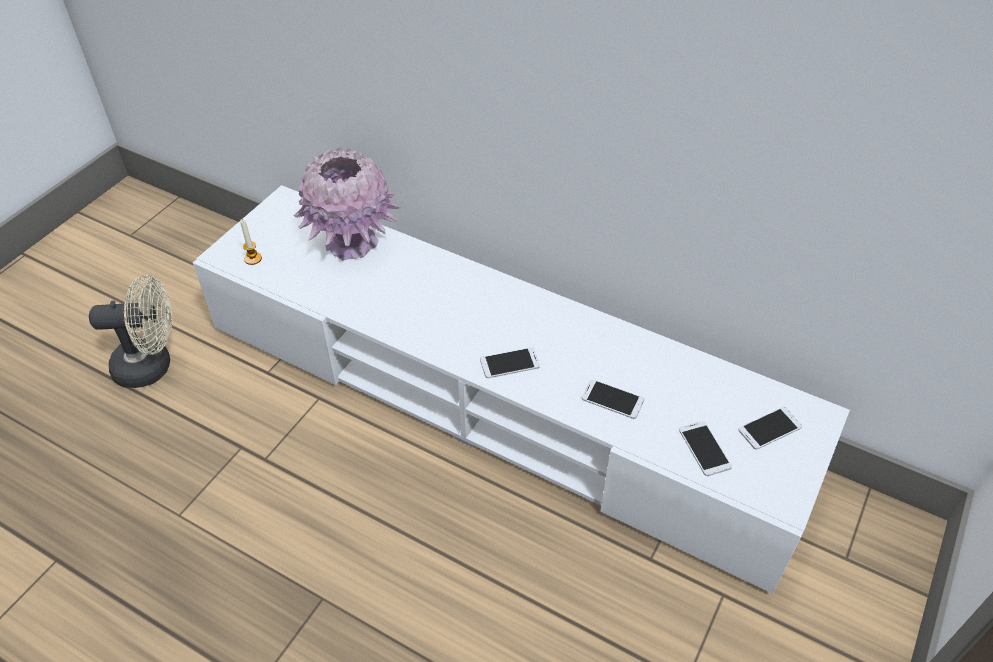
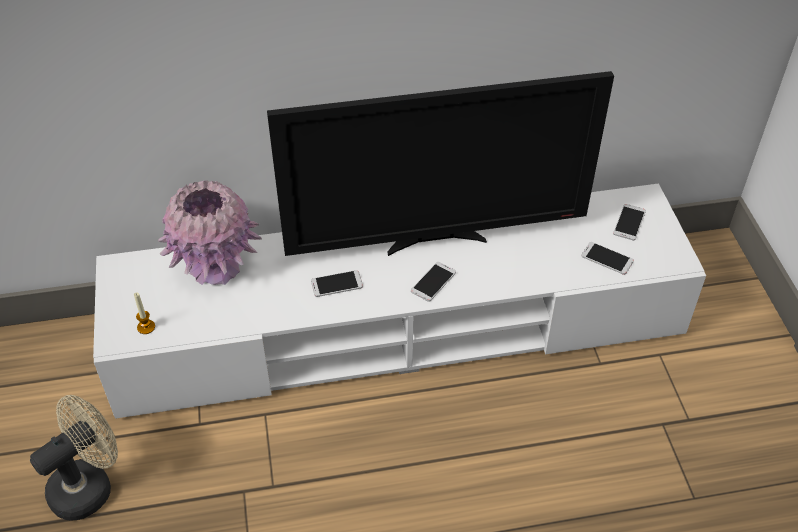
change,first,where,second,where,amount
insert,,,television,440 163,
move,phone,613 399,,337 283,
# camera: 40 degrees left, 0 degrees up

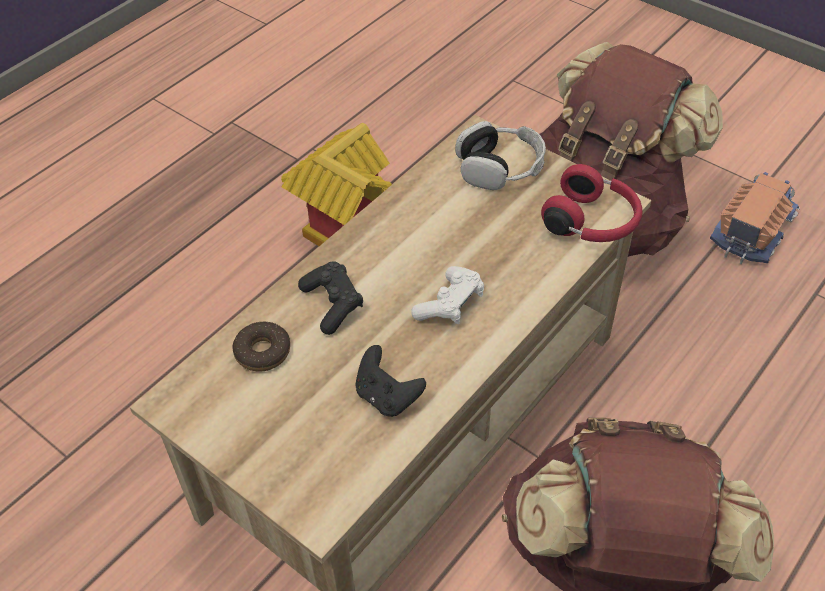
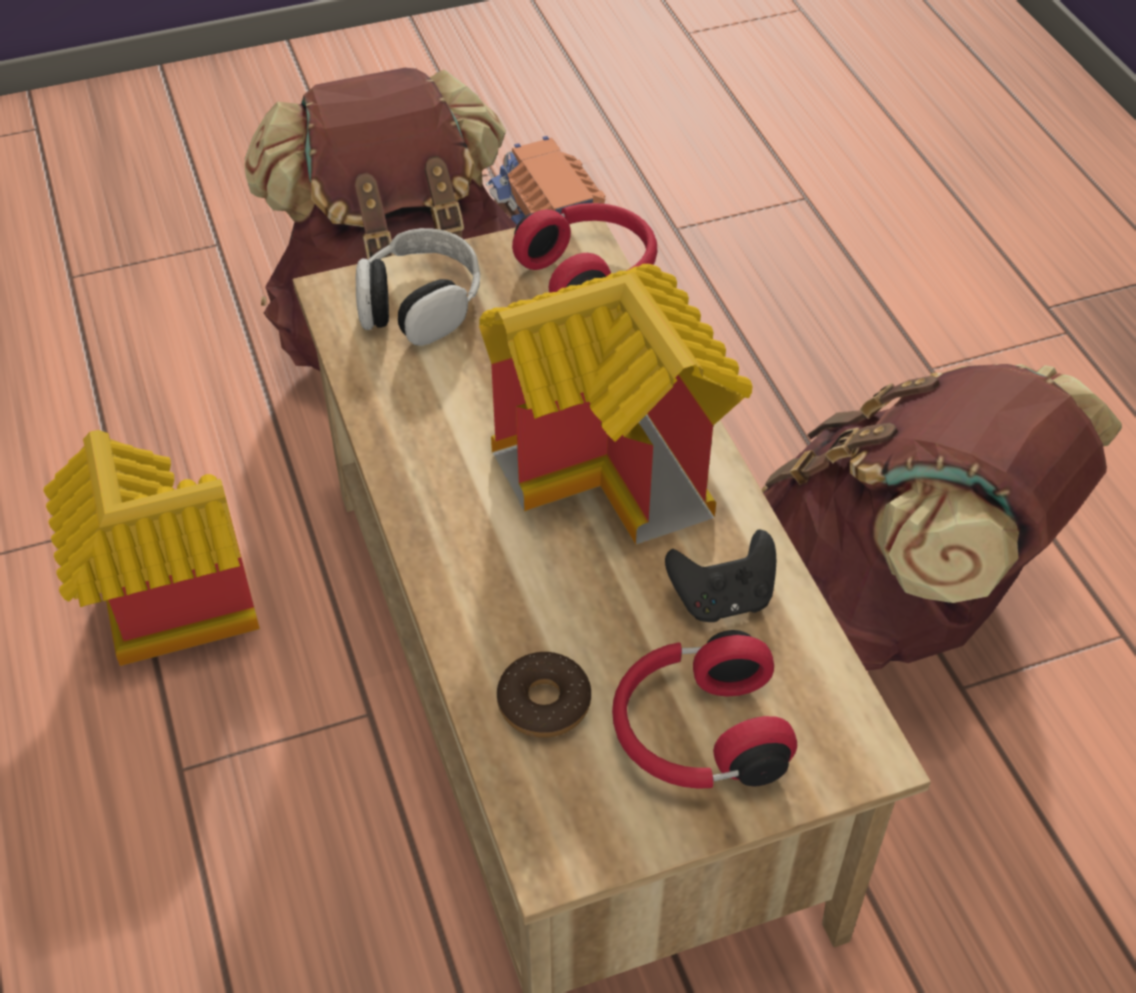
change,first,where,second,where,amount
replace,whitish game controller,447 295,toy house,615 404,
insert,,,red-coloured pair of headphones,704 709,
delete,black-coloured game controller,330 298,,,
# camera: 60 degrees left, 0 degrees up

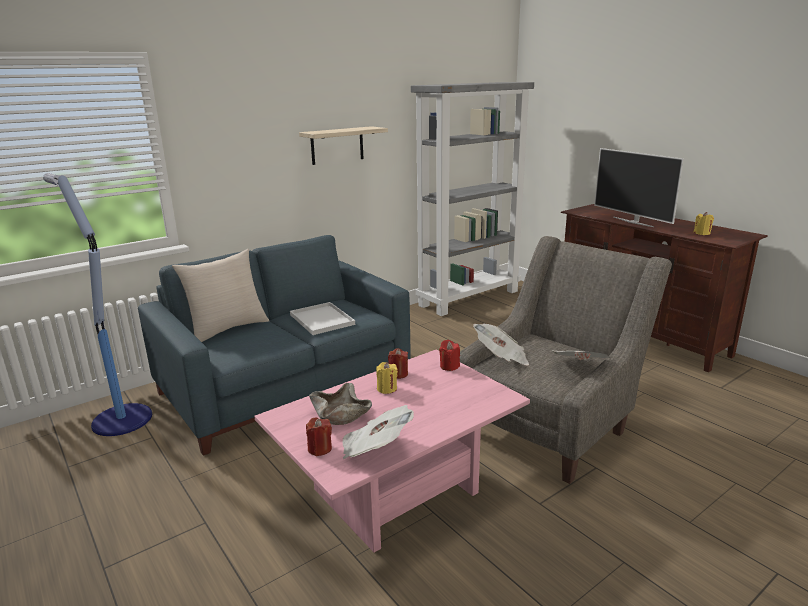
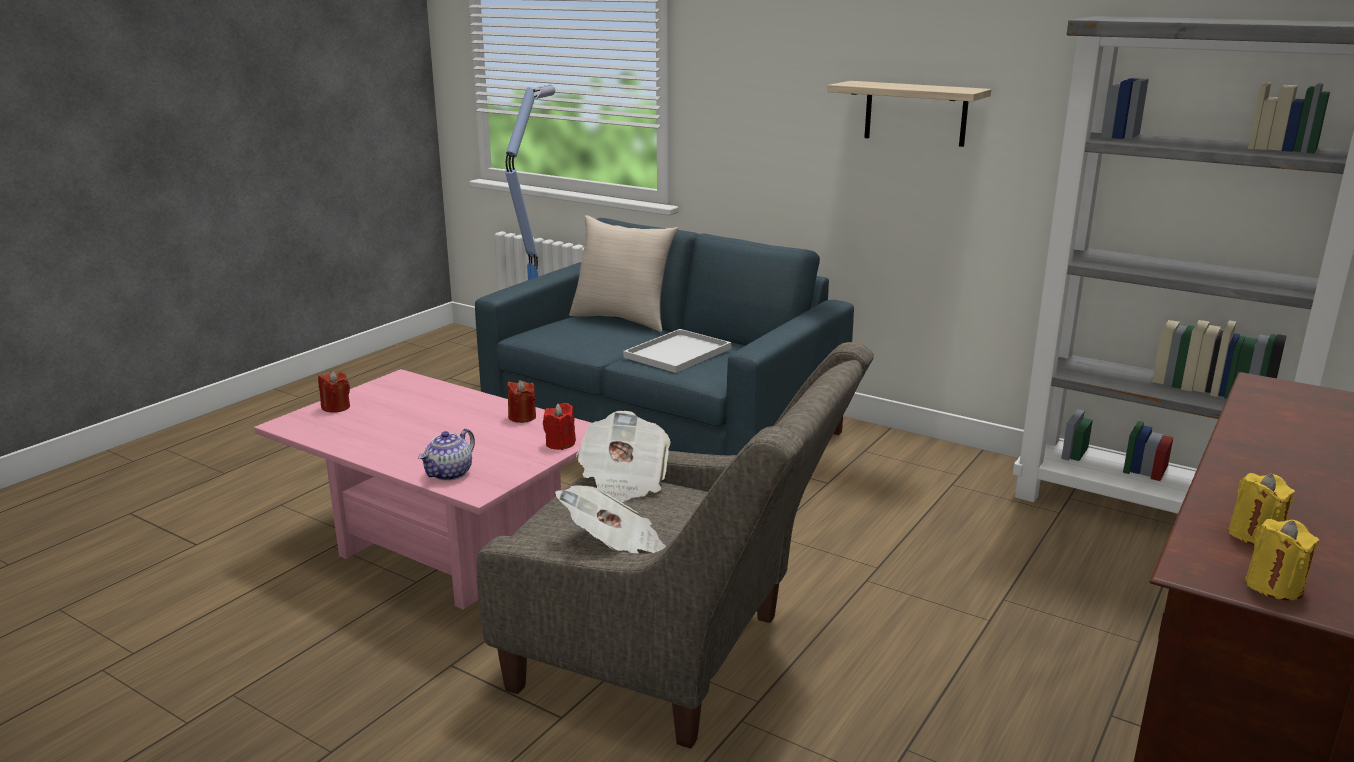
change,first,where,second,where,amount
insert,,,tea pot,446 455,
move,yellow wax candle,387 378,,1282 559,
delete,sand-coloured deep dish,340 404,,,
delete,printed paper,378 432,,,
delete,television,639 187,,,
# camera: 70 degrees right, 0 degrees up

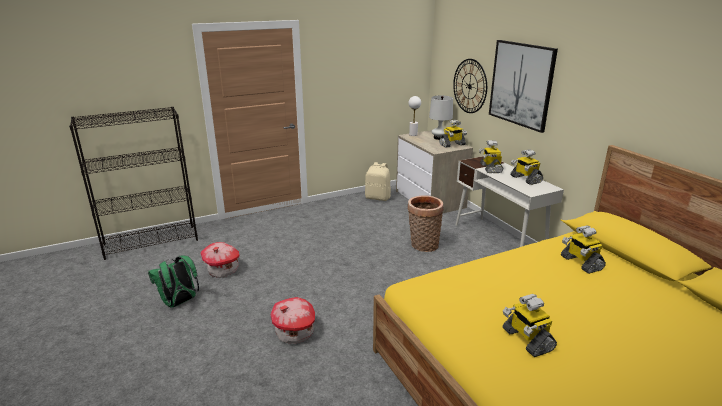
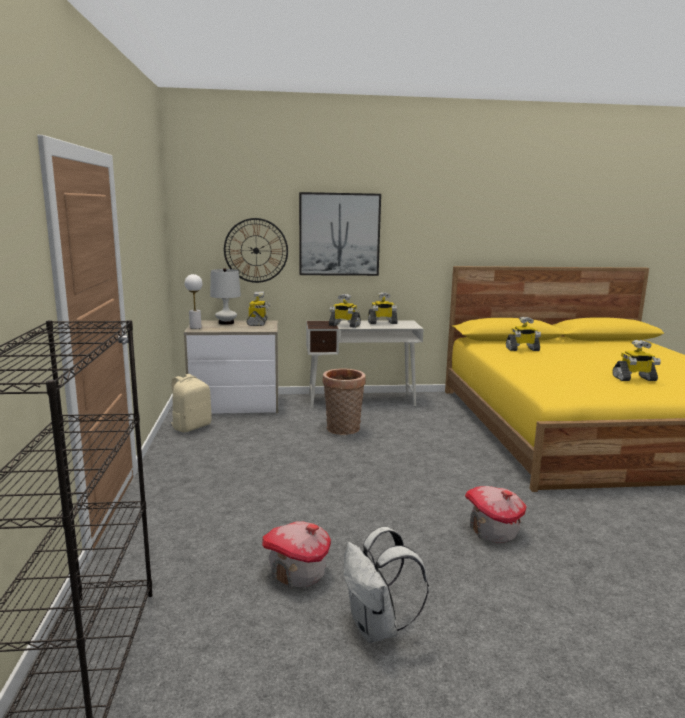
change,first,where,second,where,amount
recolor,green-coloured backpack,173 281,whitish backpack,386 585,
# camera: 70 degrees left, 10 degrees down

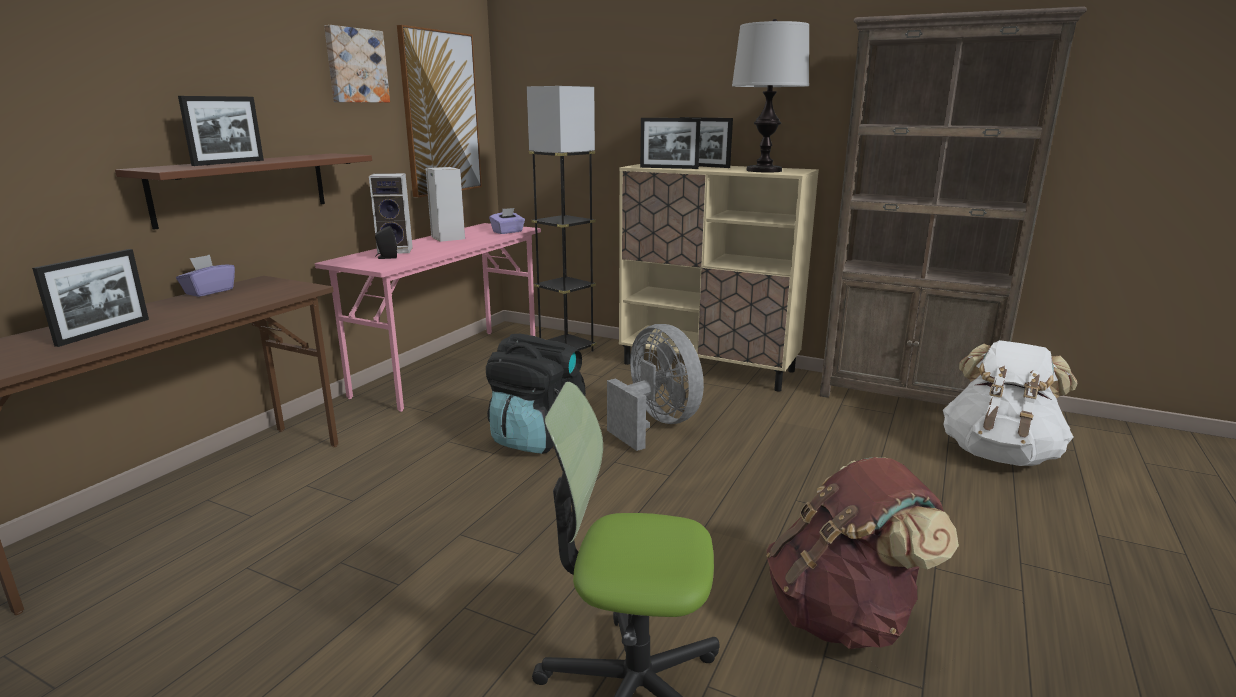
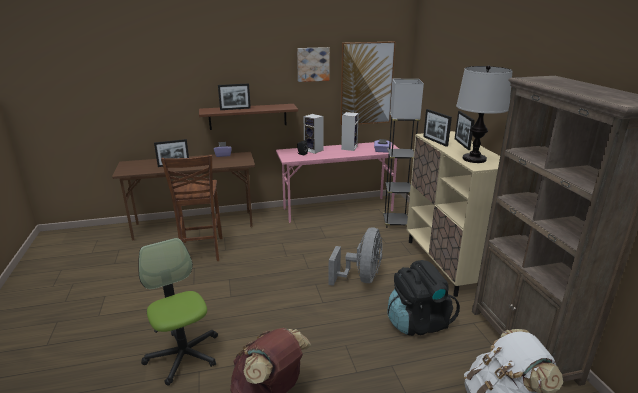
change,first,where,second,where,amount
insert,,,brownish upright chair,191 208,
move,black-coloured backpack,536 394,,423 298,
# camera: 50 degrees right, 5 degrees up

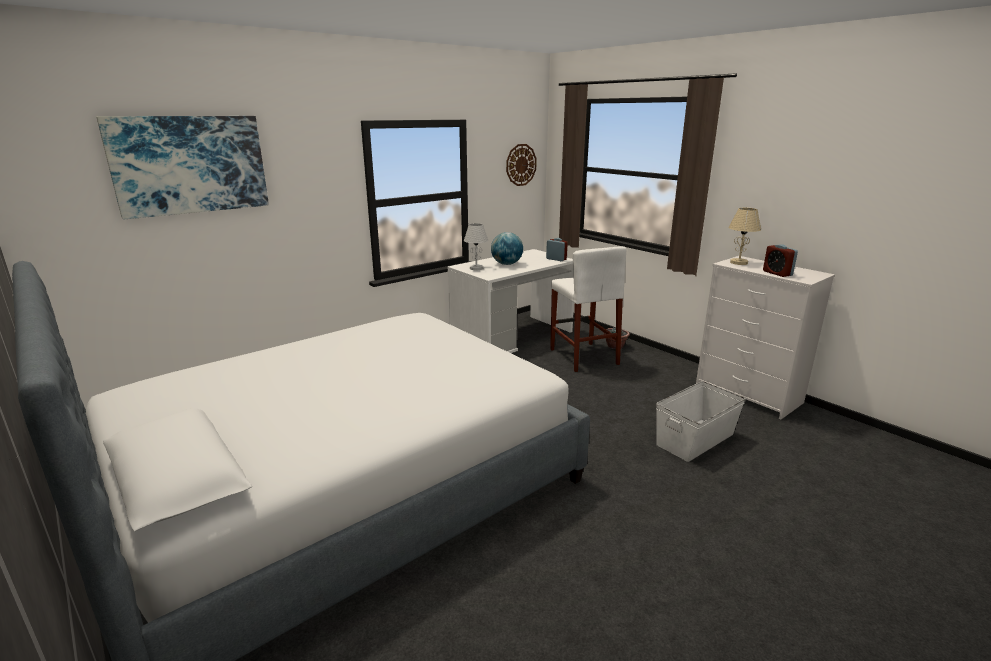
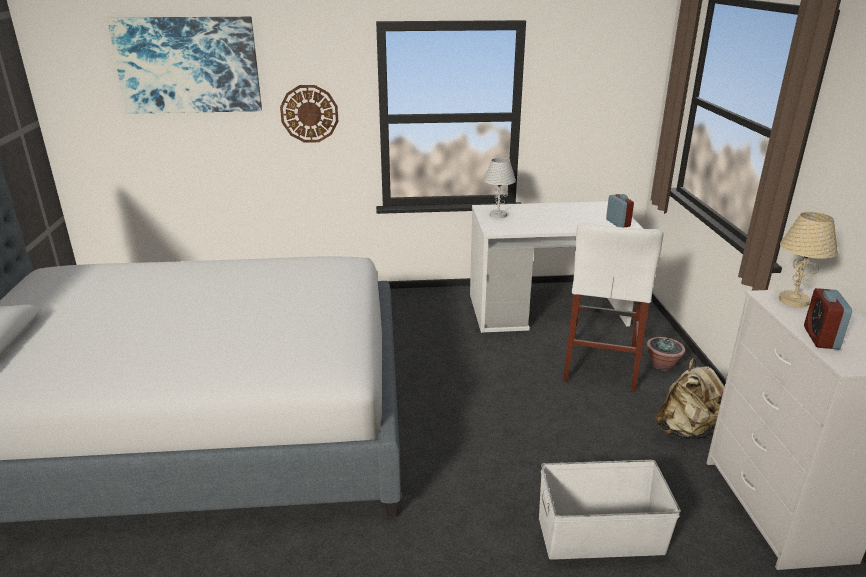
change,first,where,second,where,amount
move,hanging clock,521 165,,309 114,
insert,,,sand-coloured backpack,690 398,
delete,world globe,507 248,,,
# camera: 35 degrees right, 5 degrees up

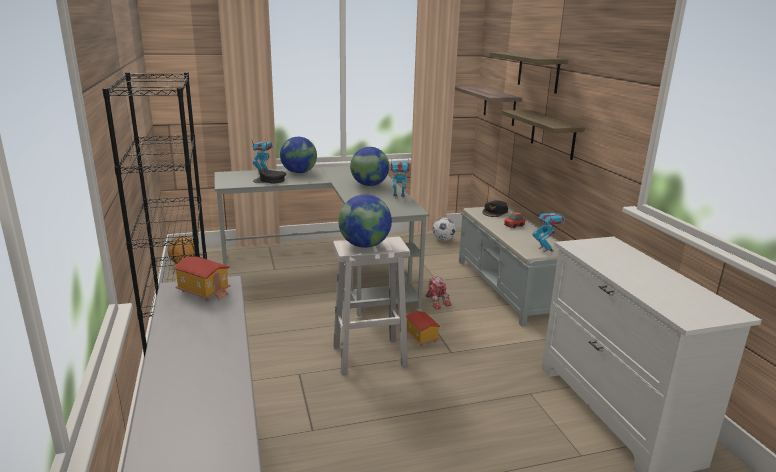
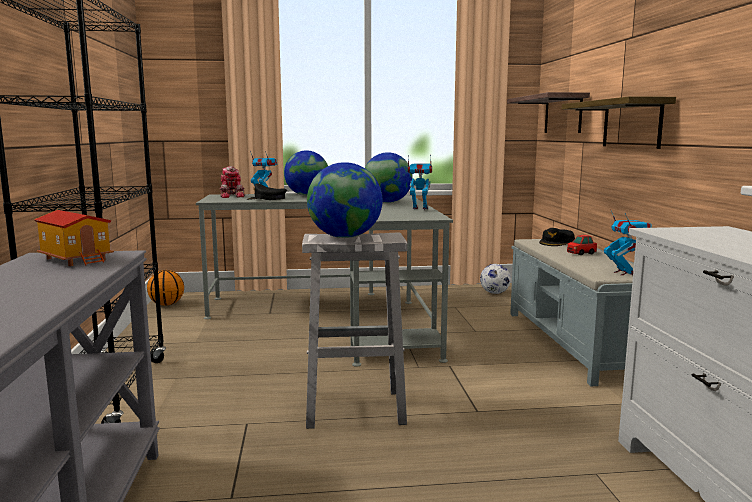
change,first,where,second,where,amount
move,robot figure,438 293,,232 182,
delete,toy house,423 328,,,
delete,wall shelf,528 73,,,
# camera: 10 degrees right, 10 degrees down

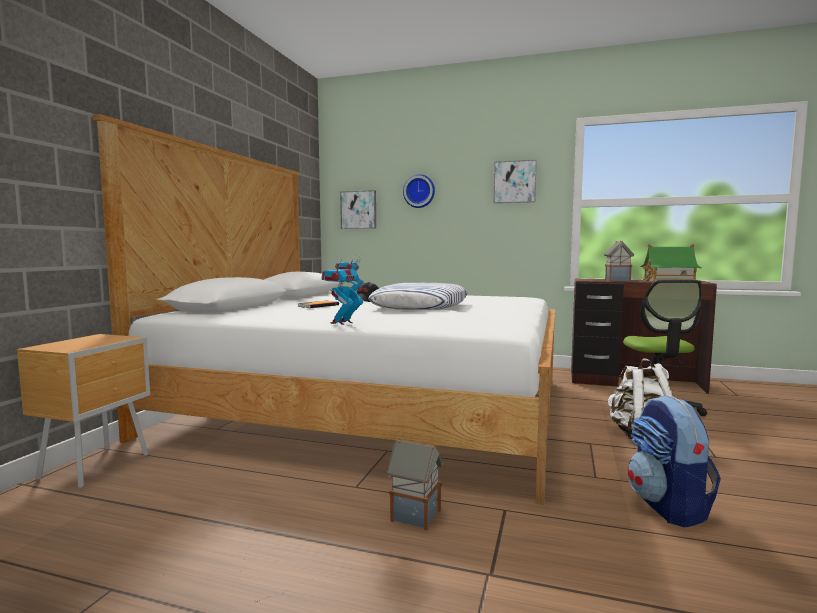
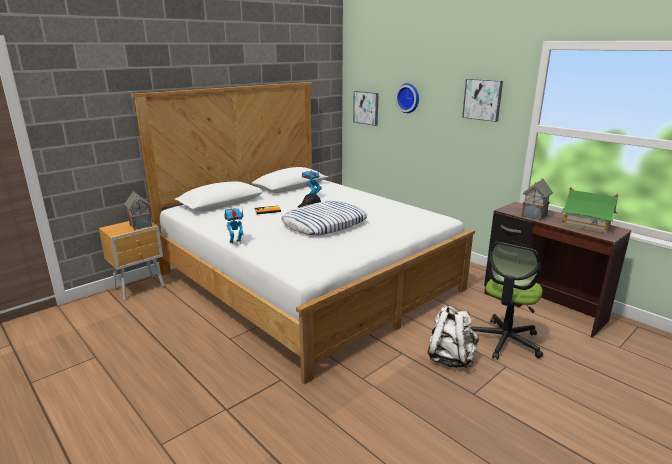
change,first,where,second,where,amount
move,toy house,415 484,,138 210,
delete,backpack,674 461,,,
# camera: 30 degrees right, 15 degrees up

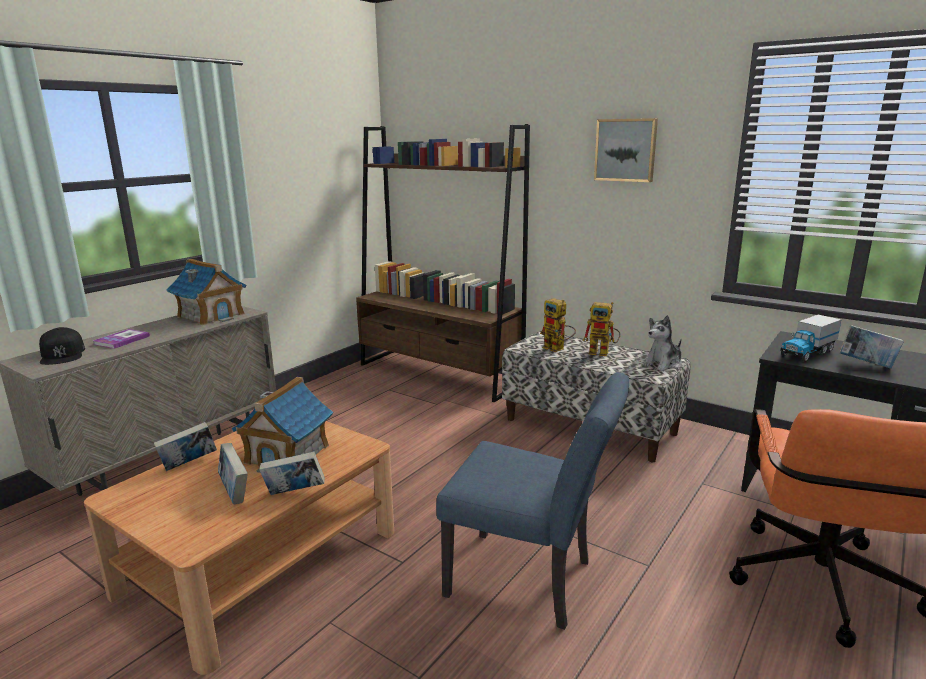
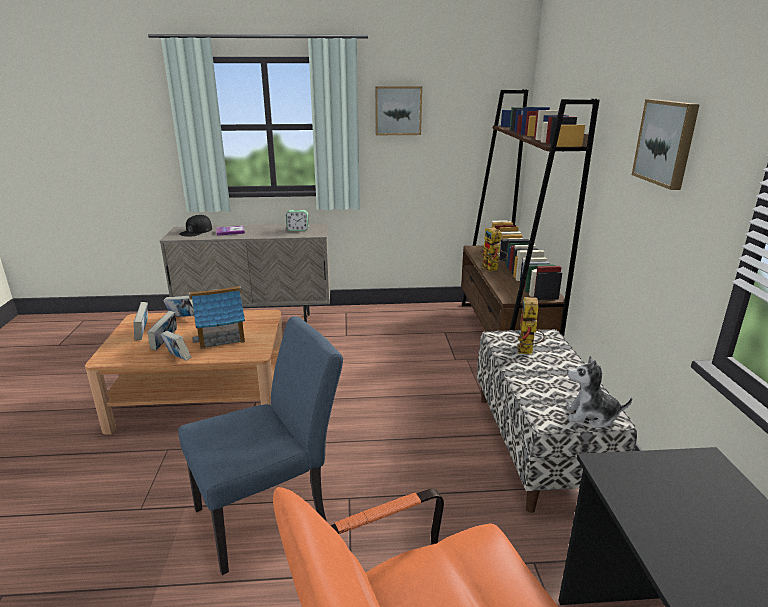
change,first,where,second,where,amount
move,book,871 347,,141 321,
rotate,blue-coloured upright chair,532 501,,260 445,105 degrees counterclockwise
replace,toy house,206 292,table clock,297 220,
insert,,,wall picture,398 110,
move,robot figure,602 329,,494 249,
delete,model truck,810 338,,,
# camera: 50 degrees right, 5 degrees up

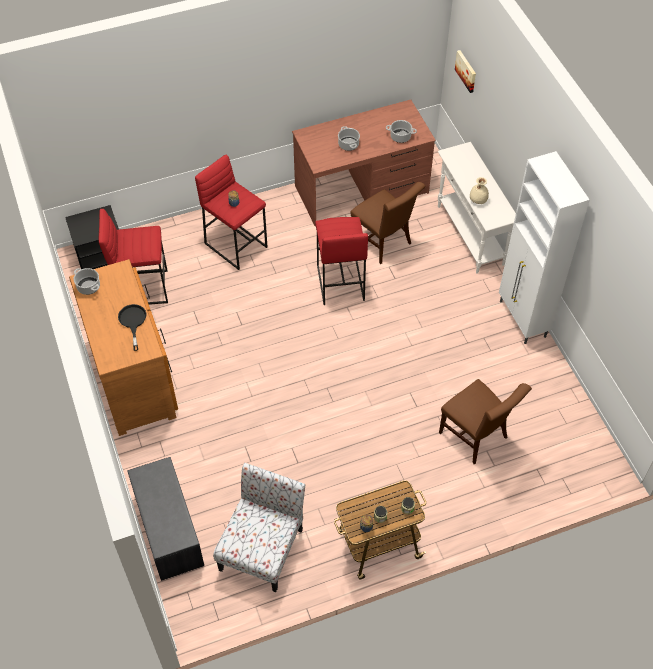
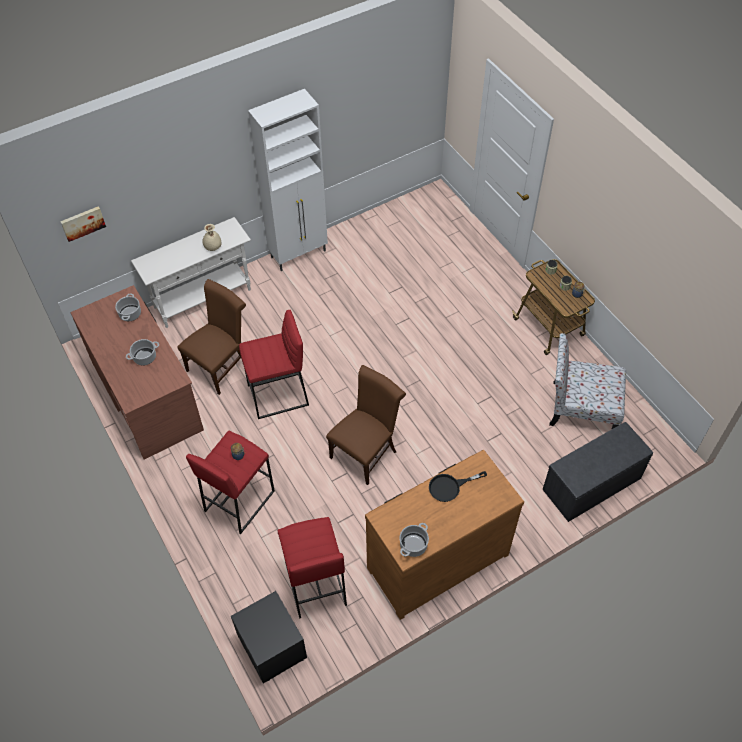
change,first,where,second,where,amount
move,brownish upright chair,485 421,,366 425,
# camera: 100 degrees left, 0 degrees up

